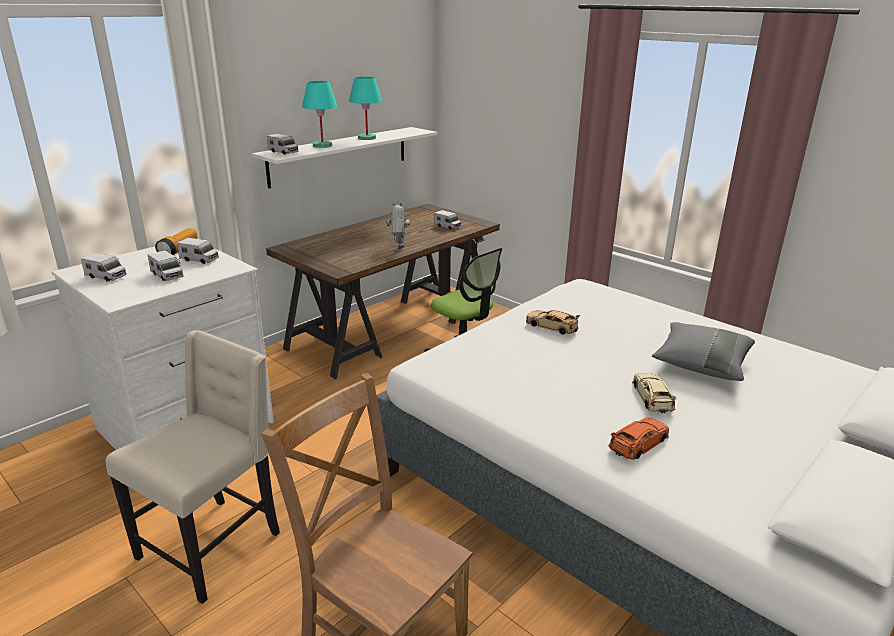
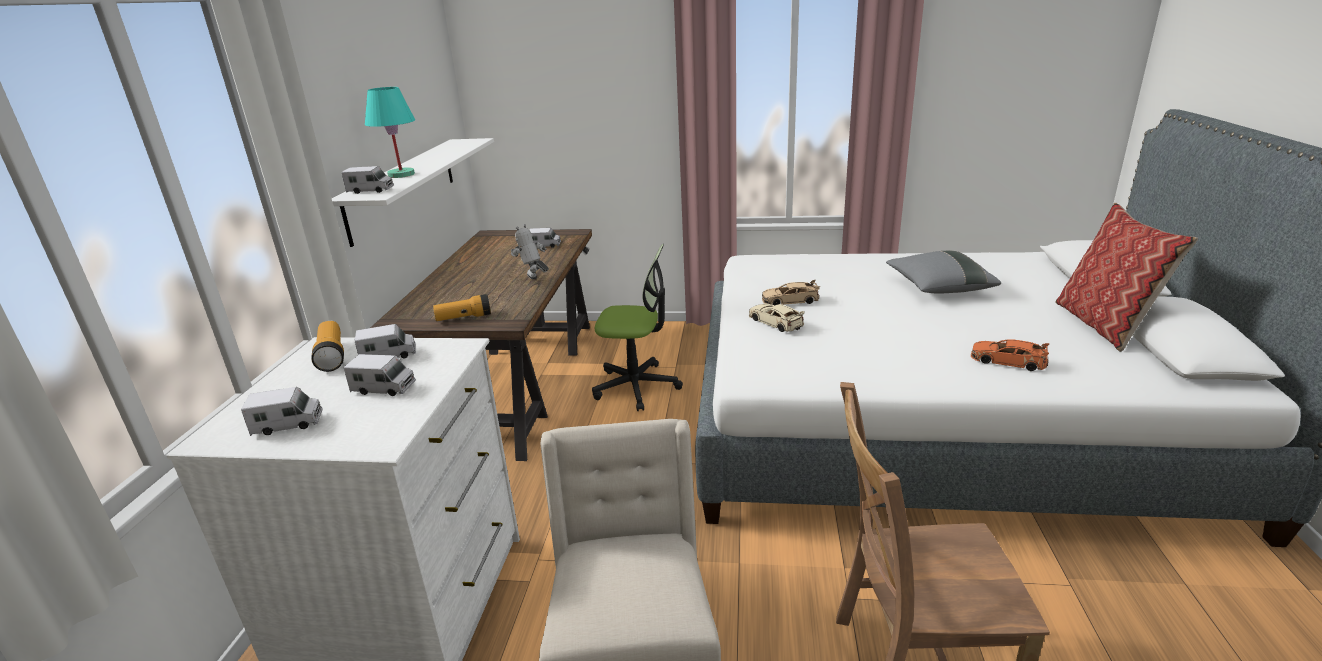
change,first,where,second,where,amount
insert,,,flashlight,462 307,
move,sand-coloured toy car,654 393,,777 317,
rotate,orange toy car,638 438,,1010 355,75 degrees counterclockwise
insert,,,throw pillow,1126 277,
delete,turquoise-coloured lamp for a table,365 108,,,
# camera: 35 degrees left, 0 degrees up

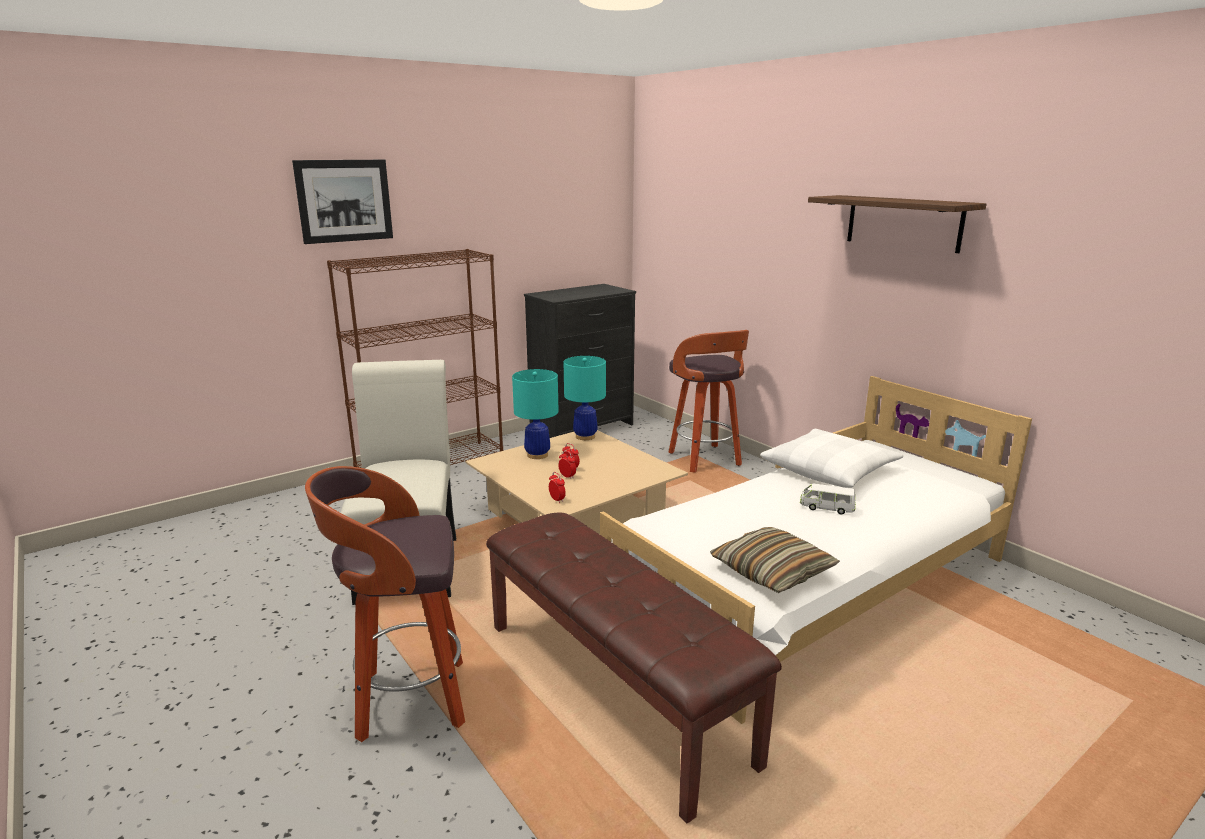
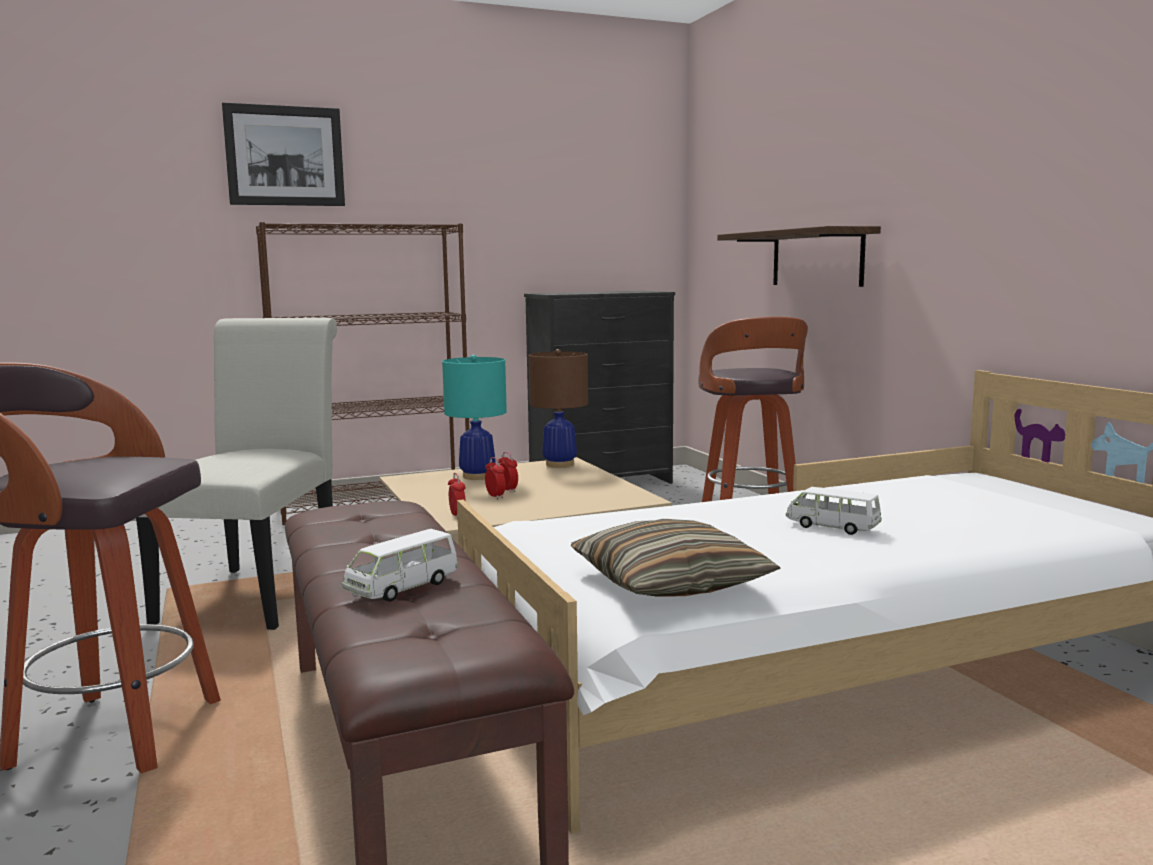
change,first,where,second,where,amount
insert,,,whitish toy car,400 565,
recolor,turquoise-coloured lamp for a table,585 398,brownish lamp for a table,558 408,
move,wall shelf,897 224,,799 256,
delete,whitish throw pillow,831 458,,,
# camera: 15 degrees right, 10 degrees down

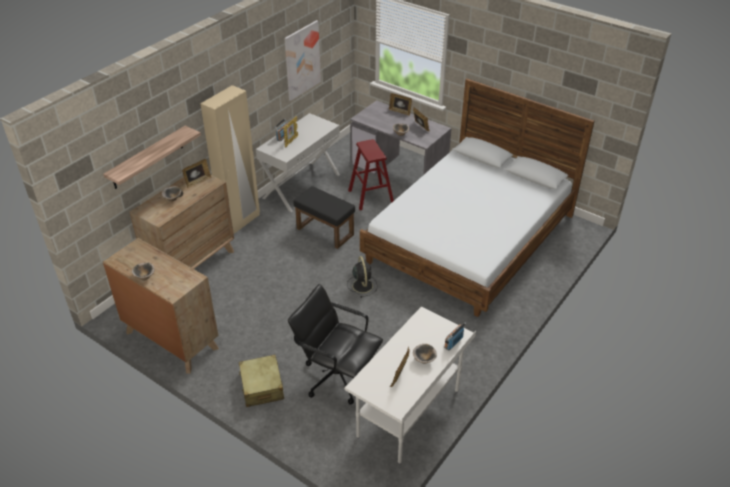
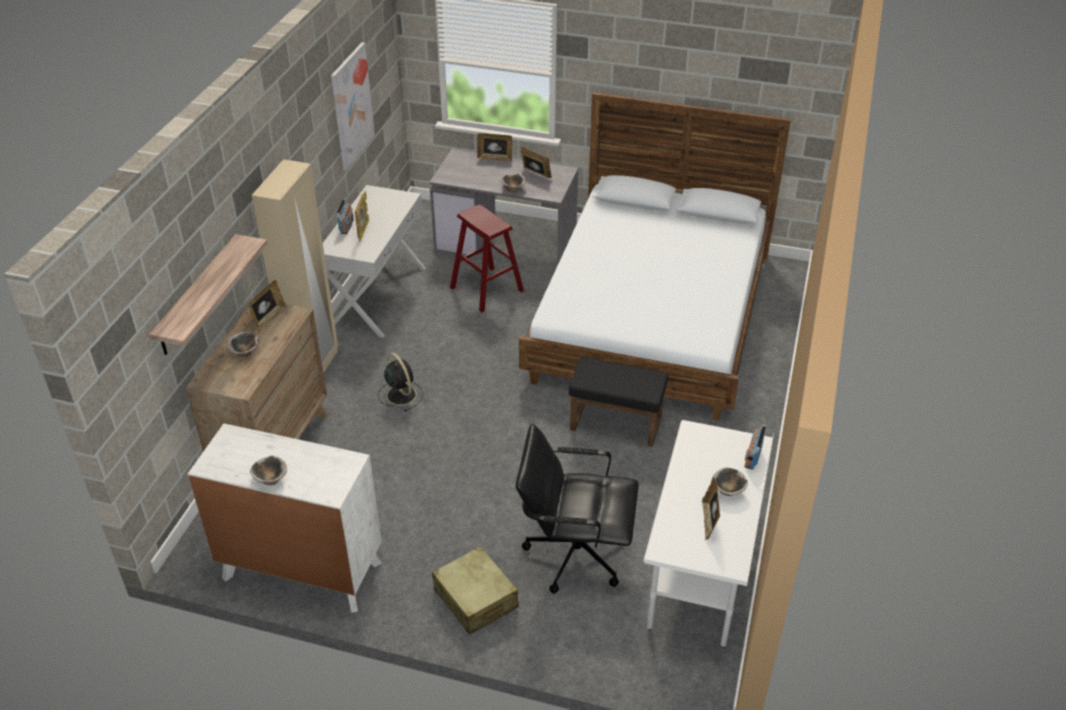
change,first,where,second,where,amount
recolor,brownish drawer chest,161 306,whitish drawer chest,285 518,
move,black-coloured cooling fan,362 277,,401 382,
move,black-coloured pouffe,324 217,,618 402,
# camera: 20 degrees left, 0 degrees up

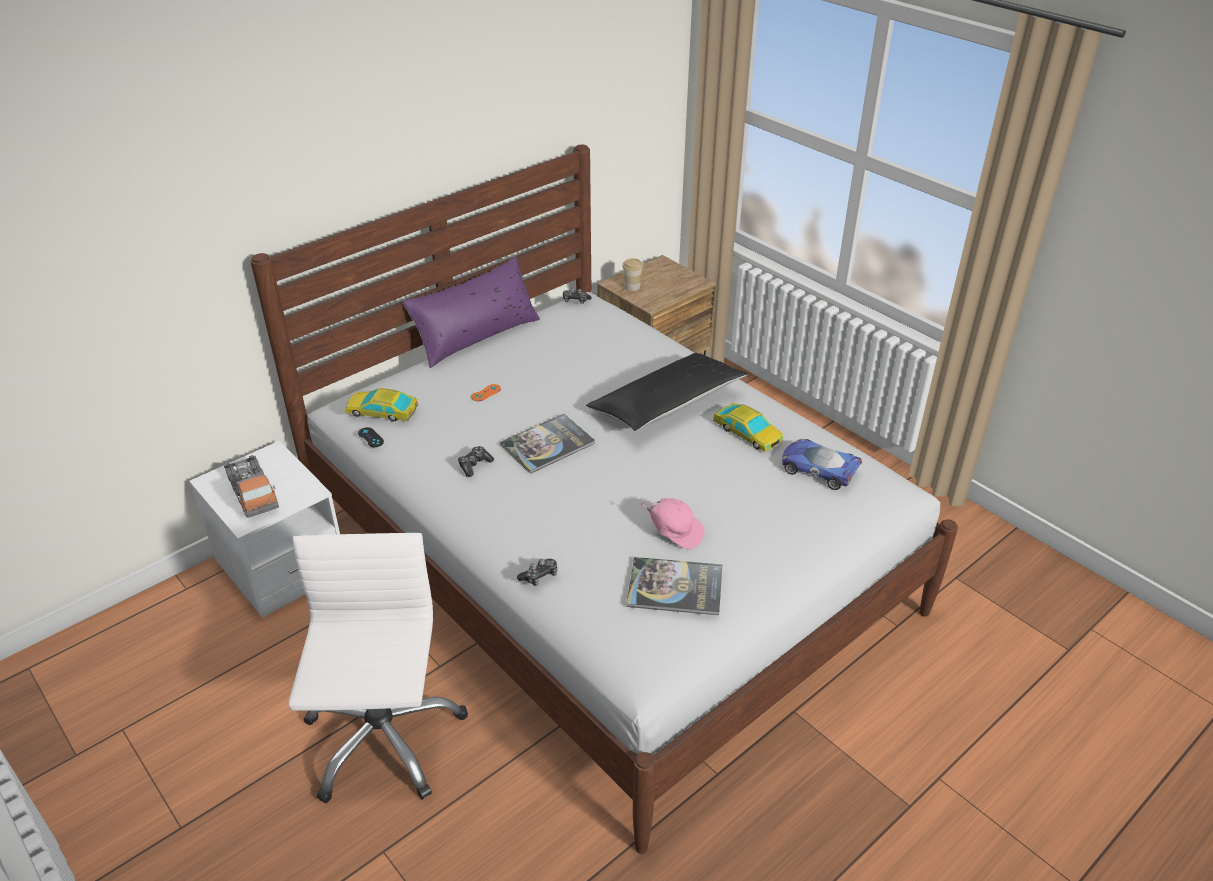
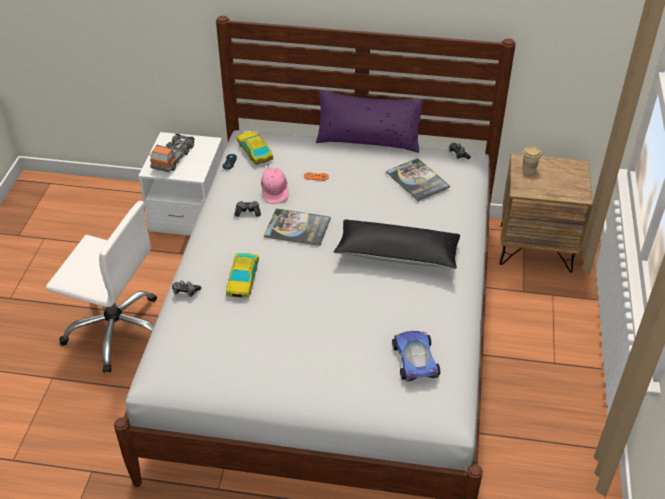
change,first,where,second,where,amount
rotate,whitish desk chair,378 668,,101 287,60 degrees clockwise
move,toy car,748 427,,242 275,
move,pink-coloured cap,673 523,,275 184,
move,book,674 586,,418 179,
# camera: 50 degrees right, 5 degrees up

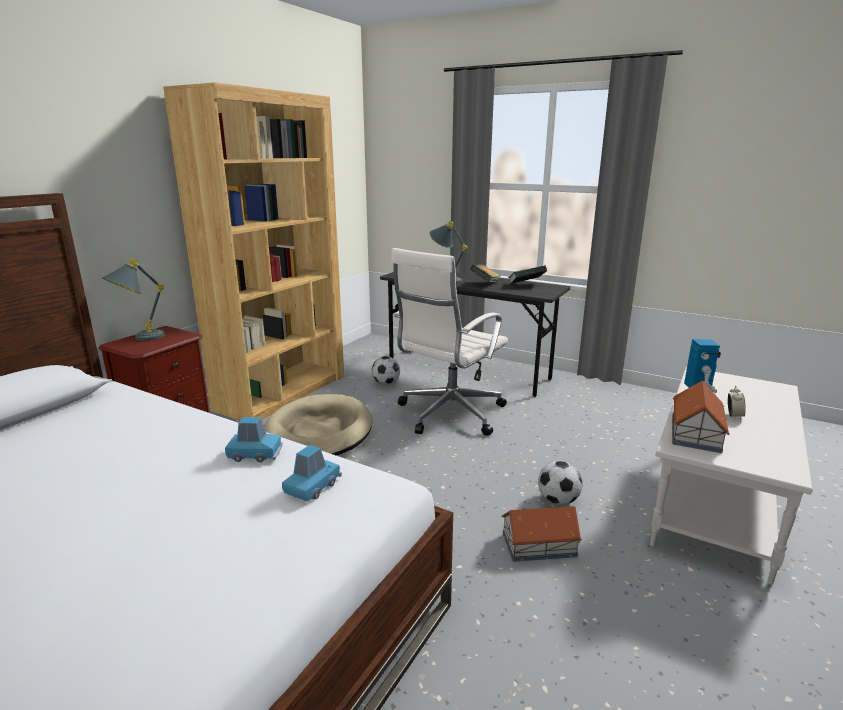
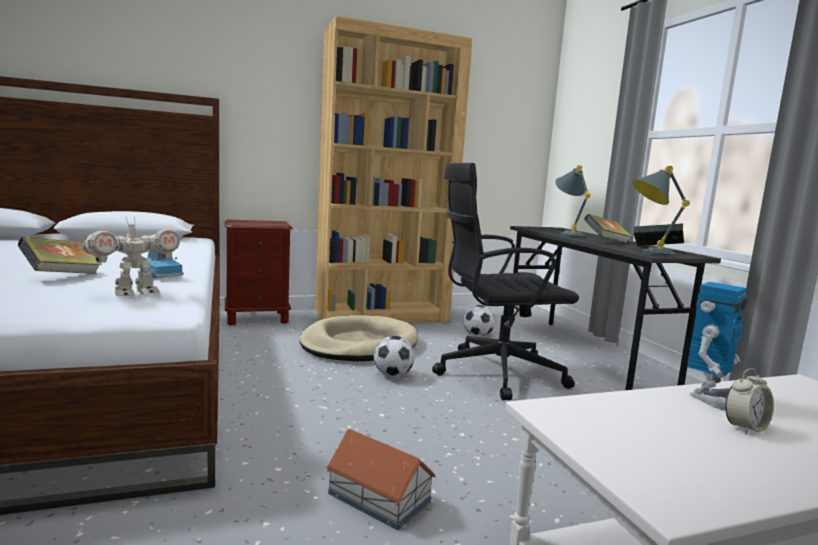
change,first,where,second,where,amount
insert,,,book,60 255,
replace,blue-coloured toy car,312 473,robot figure,131 257,
move,ball for football,560 483,,394 356,
recolor,whitish desk chair,449 342,black-coloured desk chair,505 281,
move,grey lamp for a table,133 300,,661 211,
delete,toy house,701 417,,,
# camera: 40 degrees right, 10 degrees down

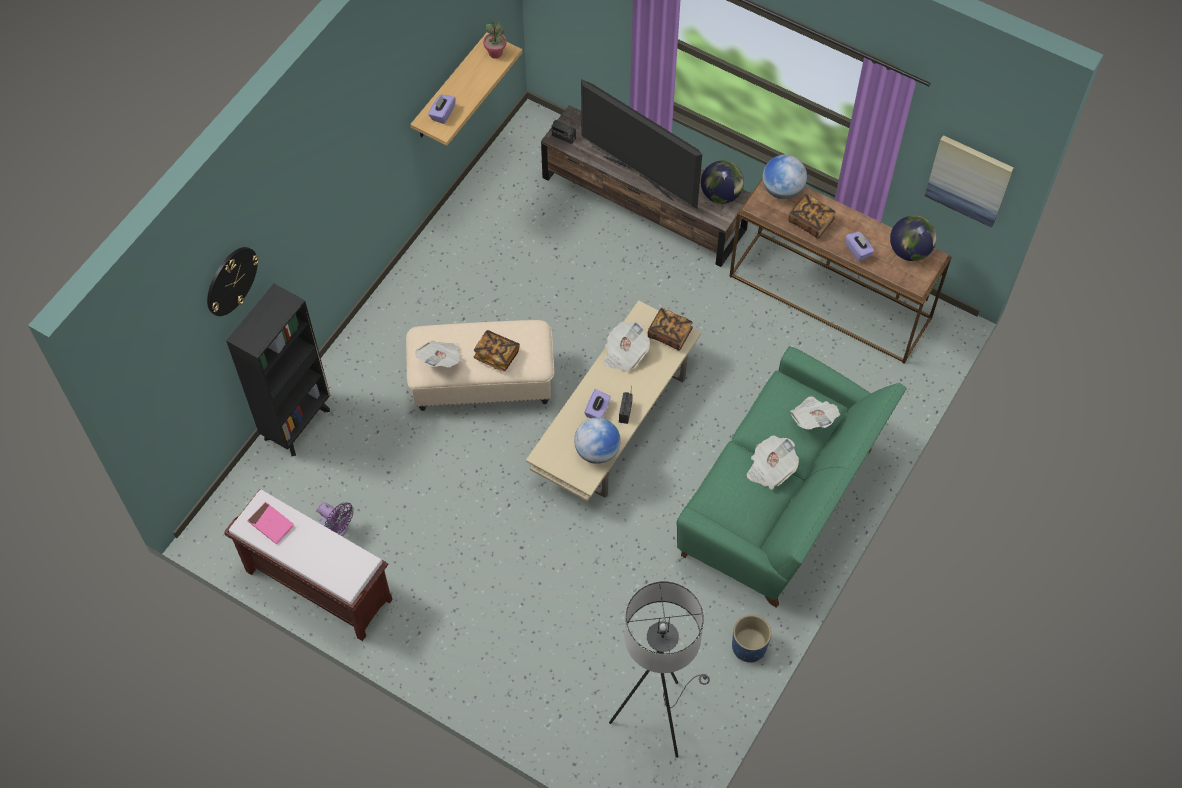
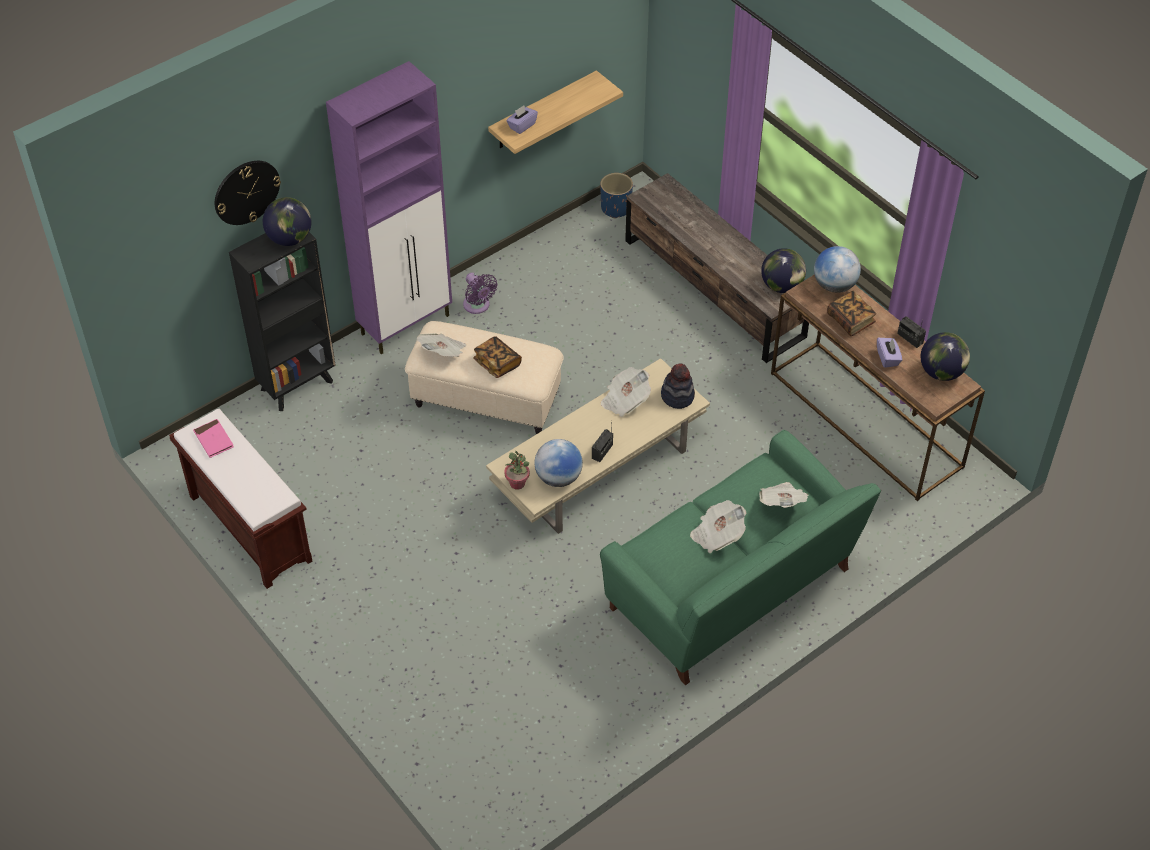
change,first,where,second,where,amount
insert,,,world globe,287 221,
insert,,,purplish cupboard,389 207,
move,purplish cooling fan,336 519,,480 293,
move,plant in a pot,494 40,,517 470,
move,blue-coloured planter,751 639,,616 196,
replace,book,670 329,wearable hat,678 386,
move,radio receiver,564 132,,911 332,
delete,television,641 143,,,
delete,purplish box of tissues,597 403,,,
delete,grey floor lamp,659 669,,,
delete,wall picture,969 181,,,
# camera: 20 degrees right, 10 degrees down

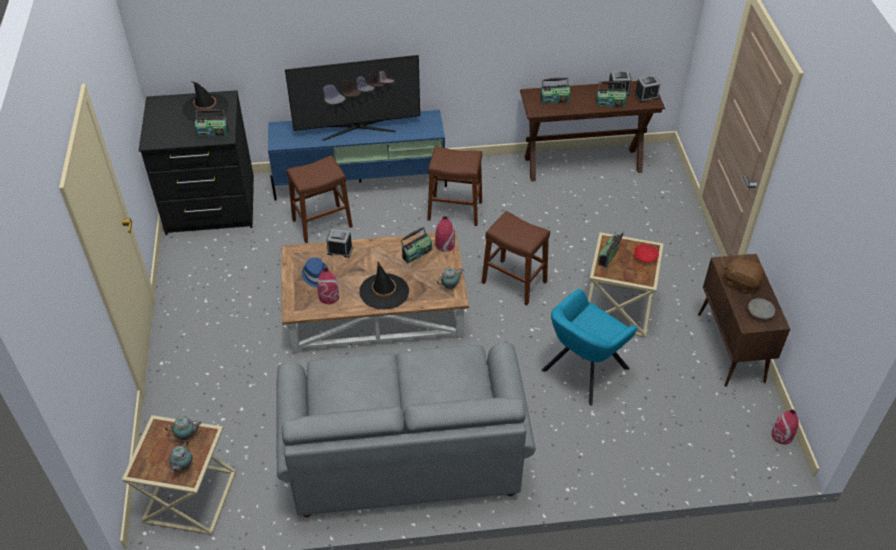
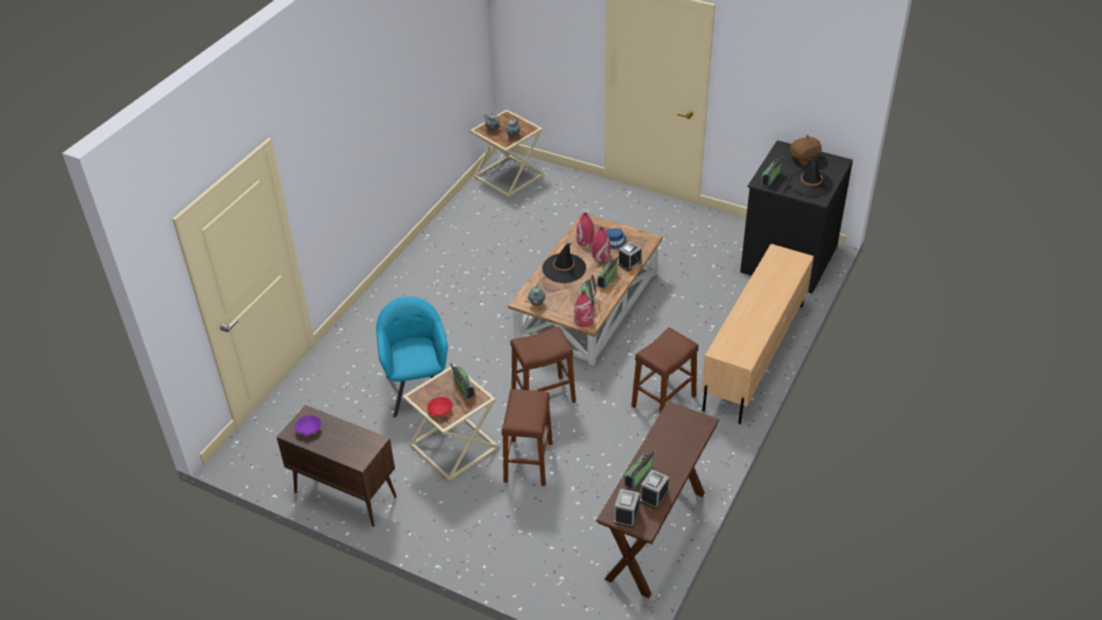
change,first,where,second,where,amount
recolor,grey deep dish,761 309,purplish deep dish,308 425,
move,brownish sitting stool,319 199,,527 437,
move,red-coloured flower vase,785 427,,601 244,
move,radio receiver,555 91,,608 272,
recolor,blue-coloured tv stand,357 155,sand-coloured tv stand,758 334,
move,brownish plush toy,744 274,,806 150,
delete,grey settee,406 430,,,
delete,television,352 98,,,
# camera: 125 degrees right, 5 degrees down

